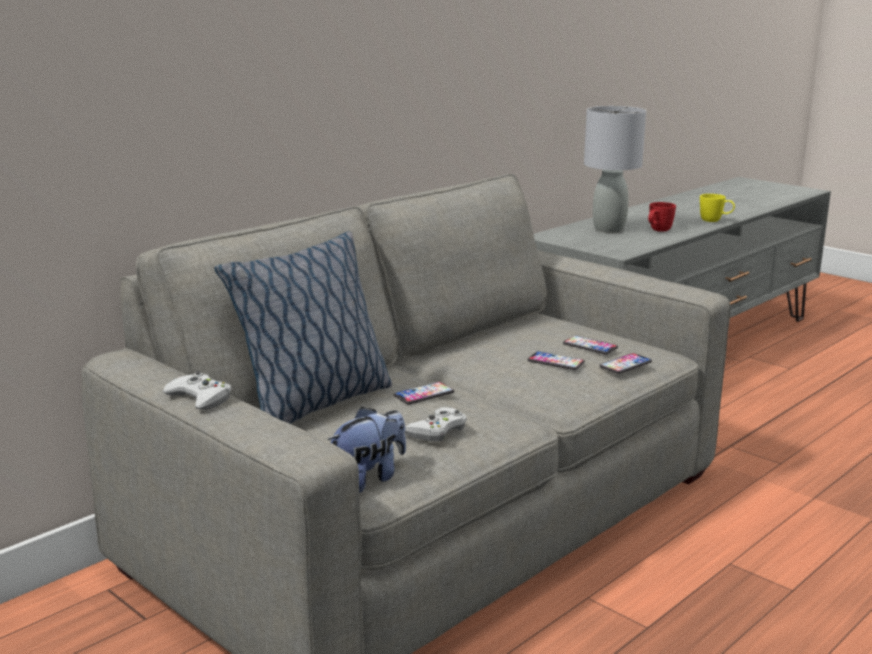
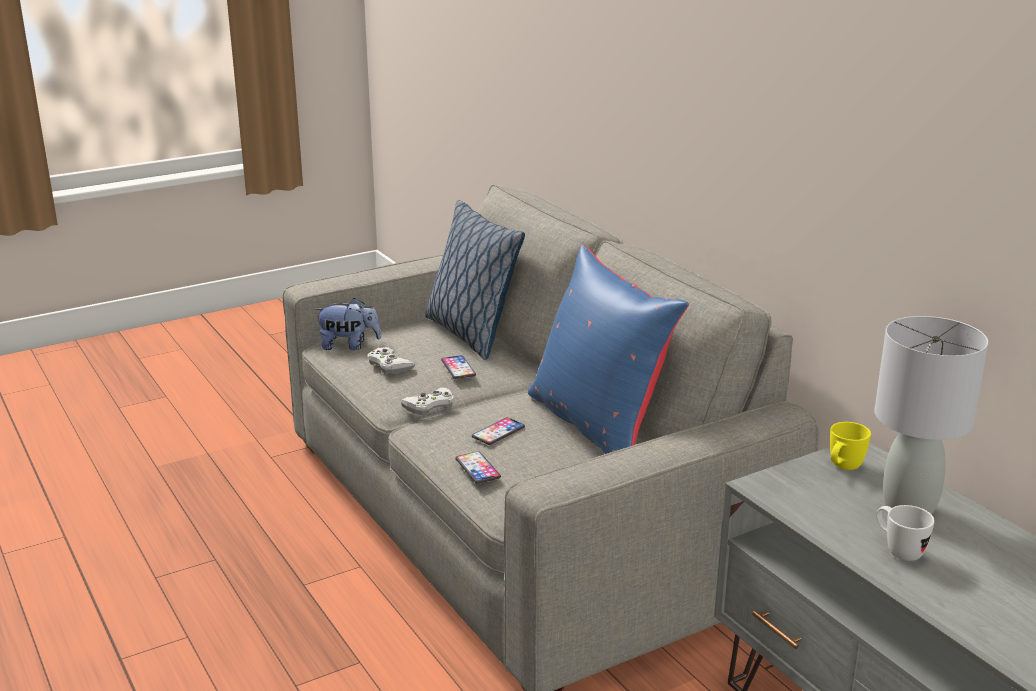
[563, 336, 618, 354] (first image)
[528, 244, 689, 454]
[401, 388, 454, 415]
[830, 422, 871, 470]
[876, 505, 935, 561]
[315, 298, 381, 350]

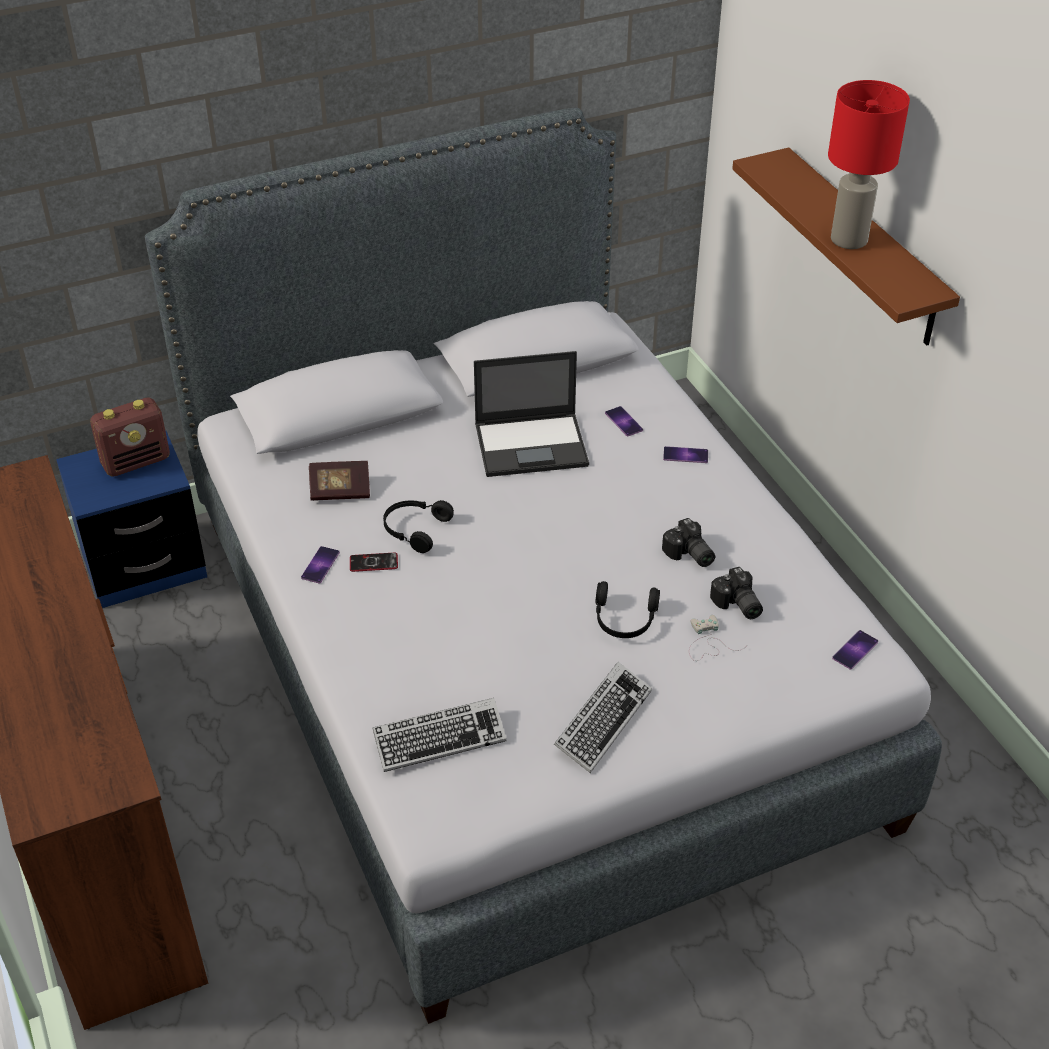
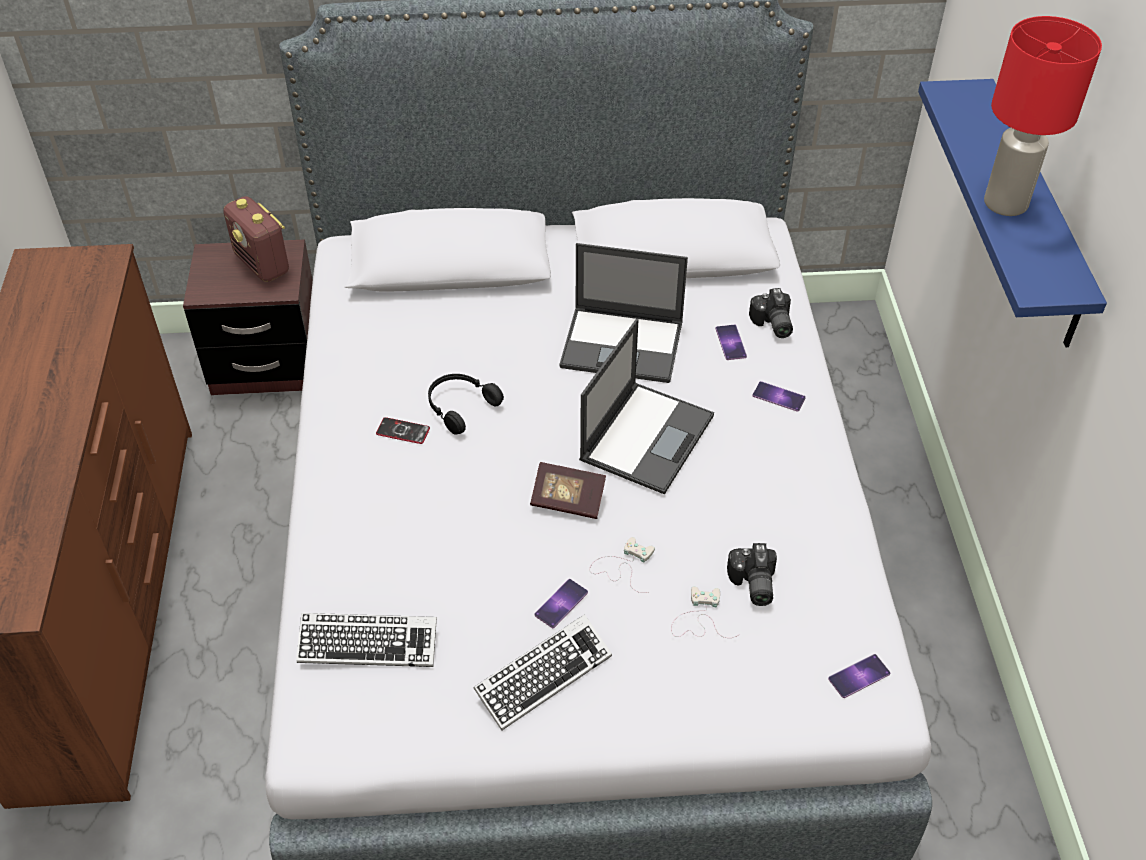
[579, 319, 714, 495]
[534, 579, 588, 628]
[530, 462, 606, 519]
[749, 288, 793, 338]
[589, 537, 655, 593]
[183, 239, 313, 395]
[918, 79, 1107, 347]
[223, 196, 289, 282]

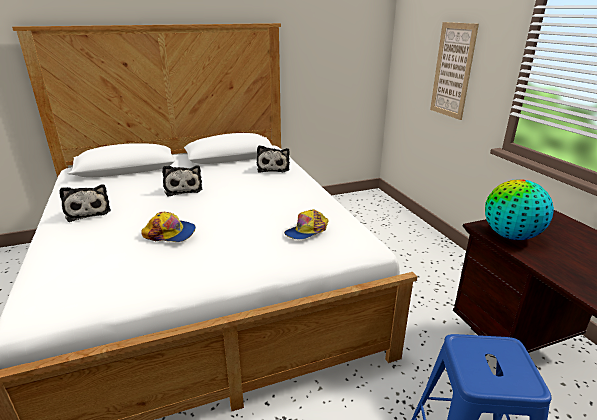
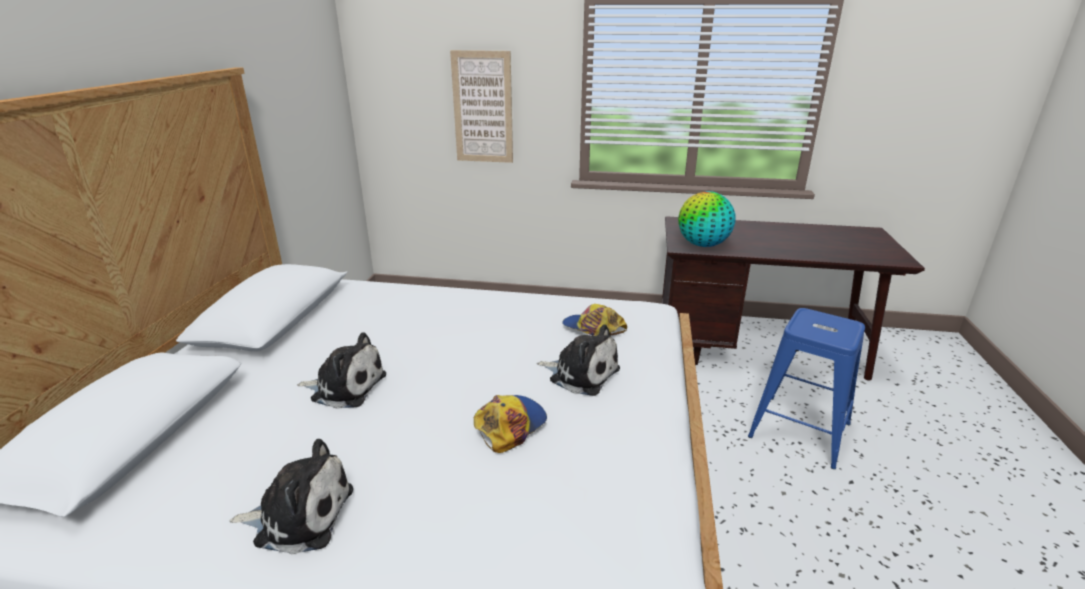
[537, 324, 620, 396]
[562, 304, 627, 336]

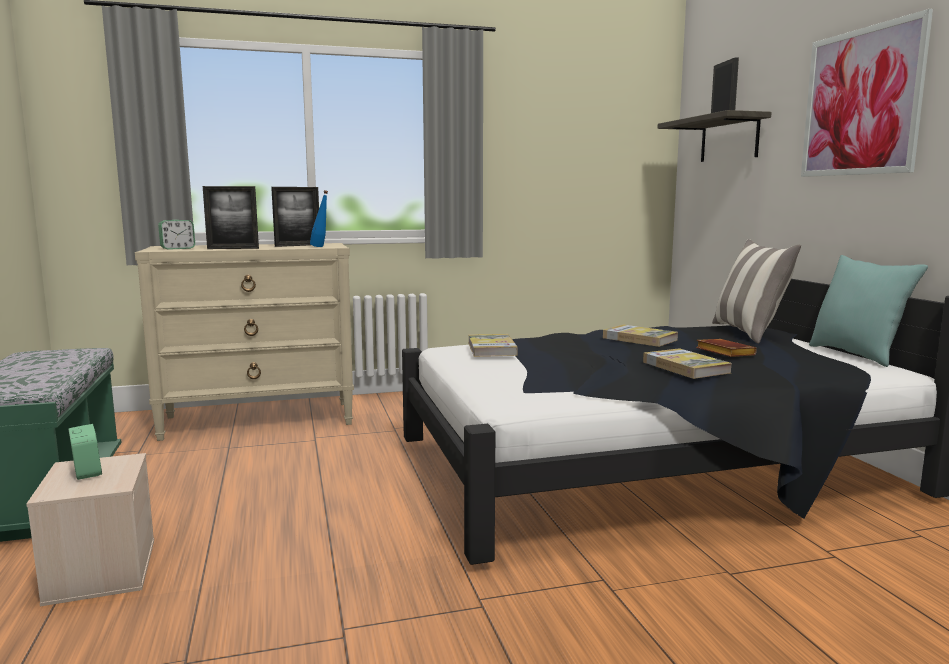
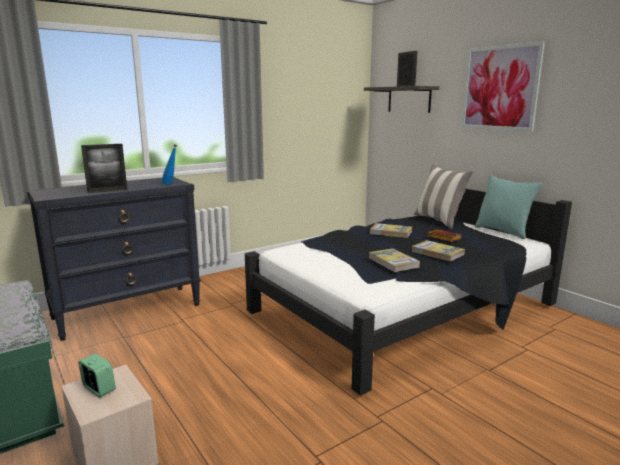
[158, 220, 195, 250] (first image)
[271, 187, 319, 247] (first image)
[369, 248, 420, 272]
[27, 177, 200, 341]

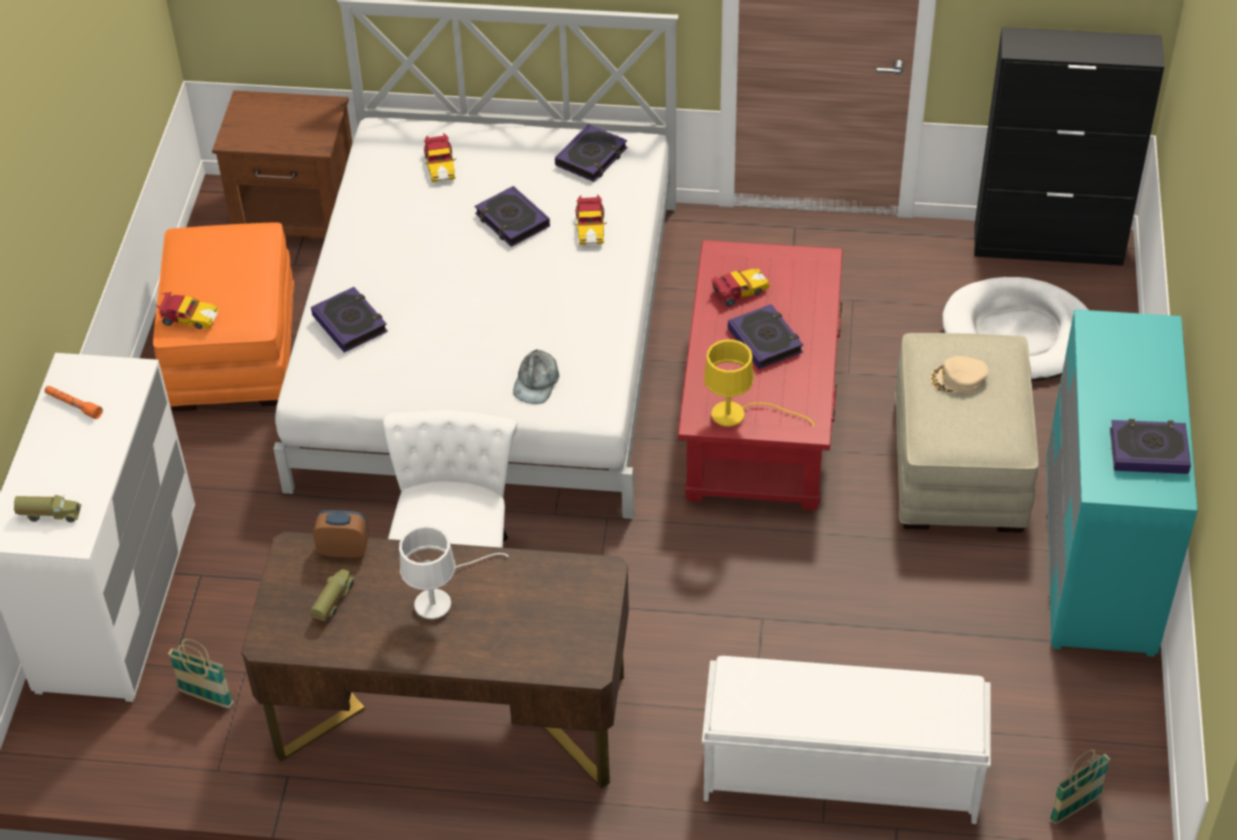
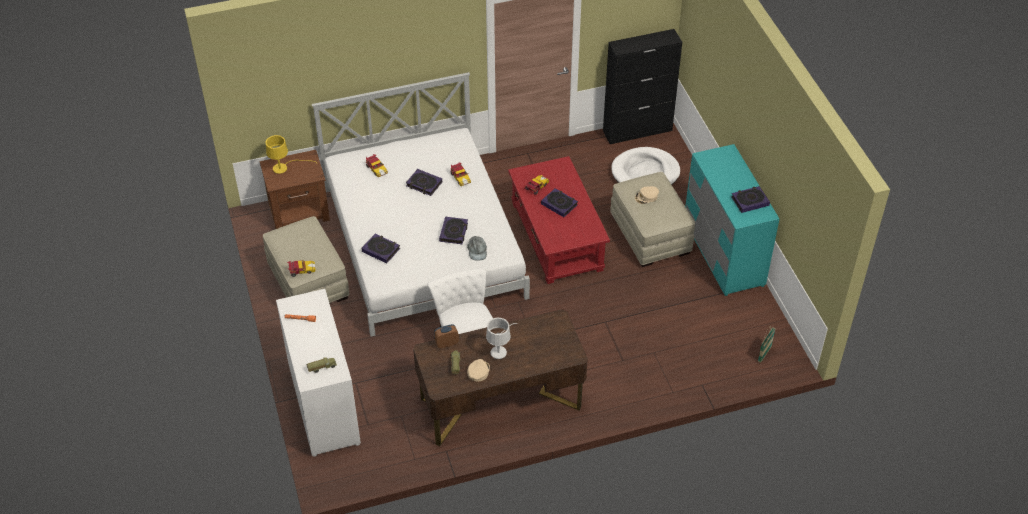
[168, 639, 234, 708] (first image)
[702, 656, 991, 824] (first image)
[467, 359, 490, 382]
[439, 217, 468, 244]
[265, 135, 317, 174]
[263, 216, 349, 303]

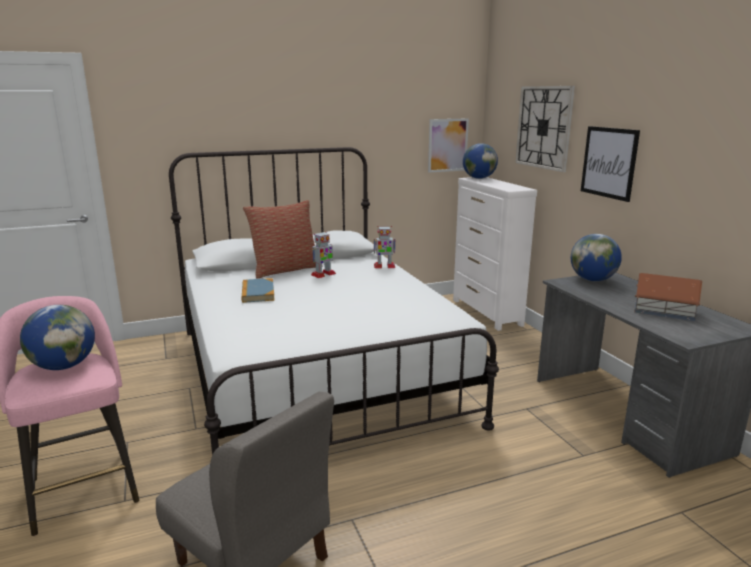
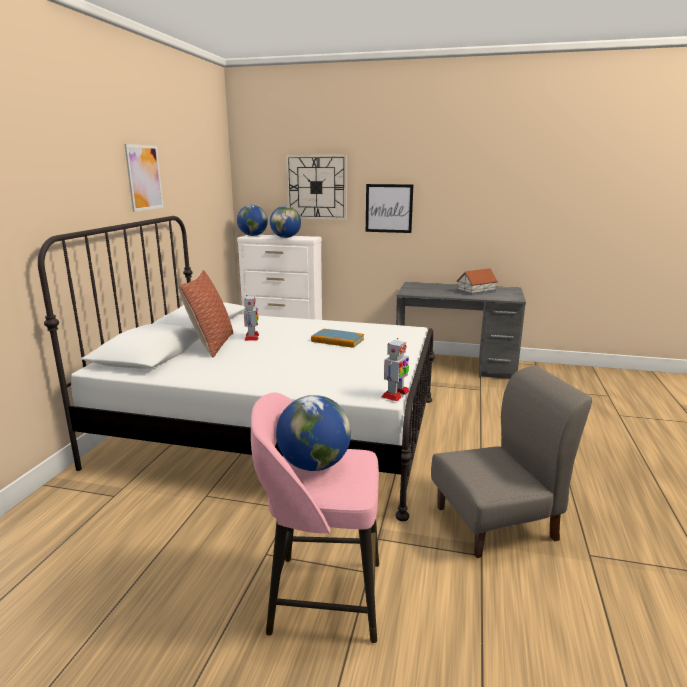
[311, 329, 364, 348]
[382, 338, 409, 401]
[124, 144, 164, 212]
[270, 206, 301, 238]

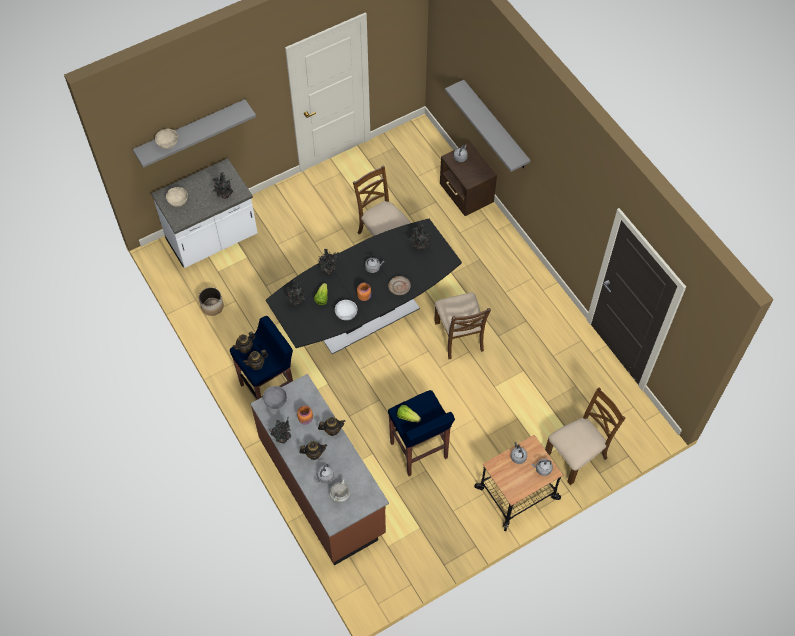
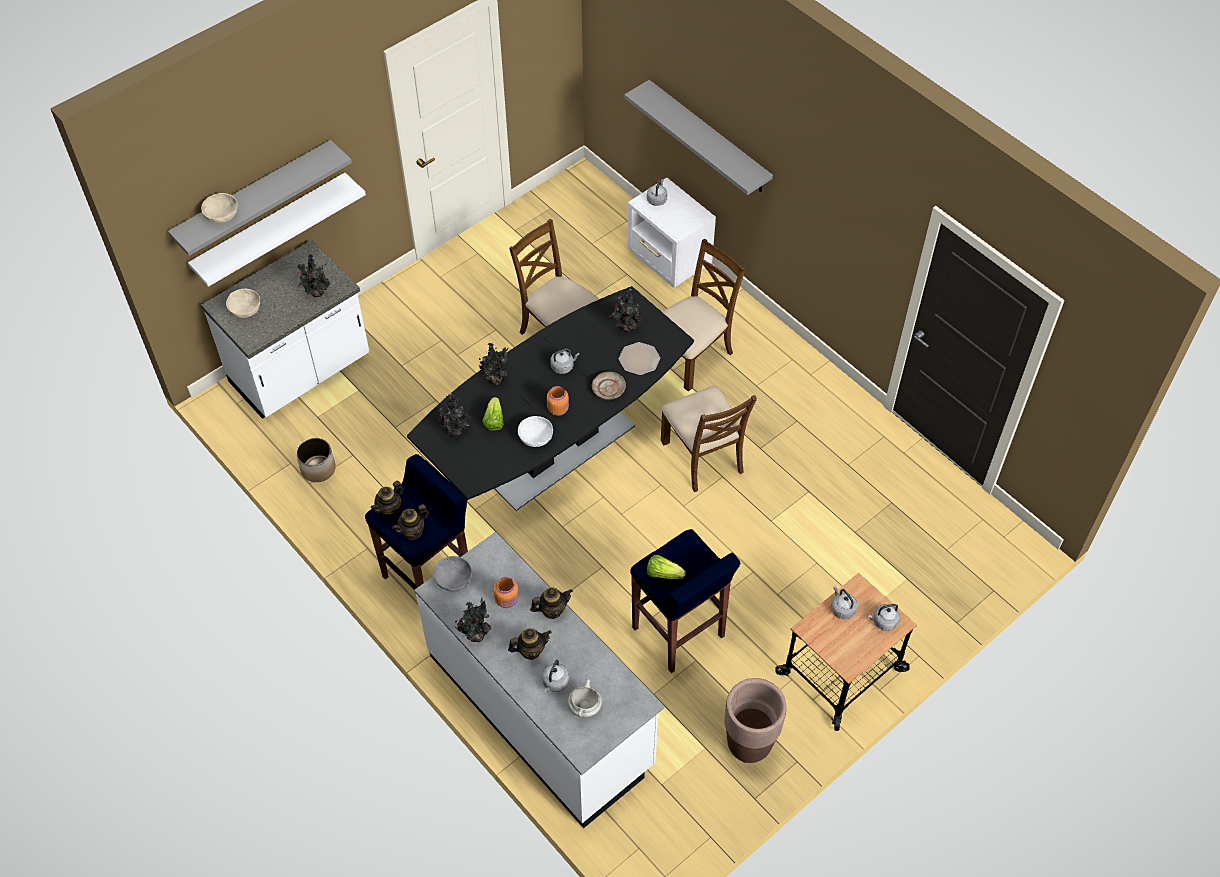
[188, 173, 366, 287]
[619, 342, 660, 375]
[724, 678, 787, 763]
[663, 239, 746, 392]
[414, 532, 664, 828]
[628, 178, 716, 288]

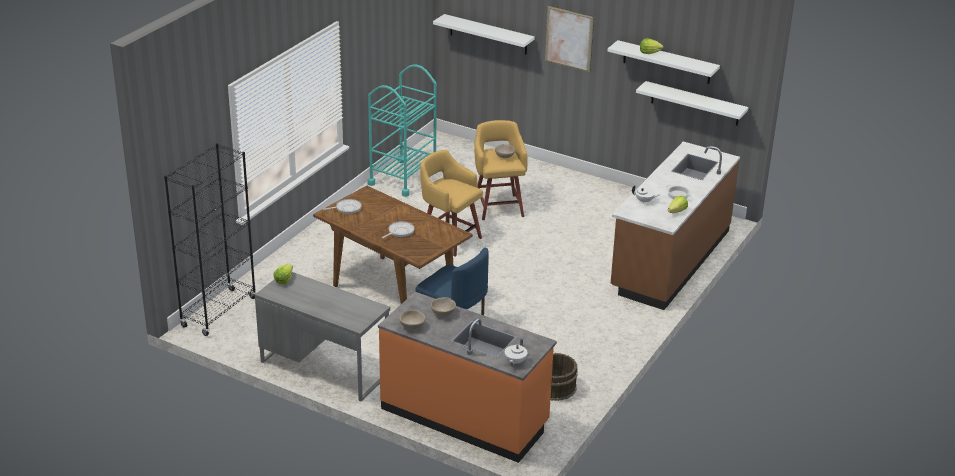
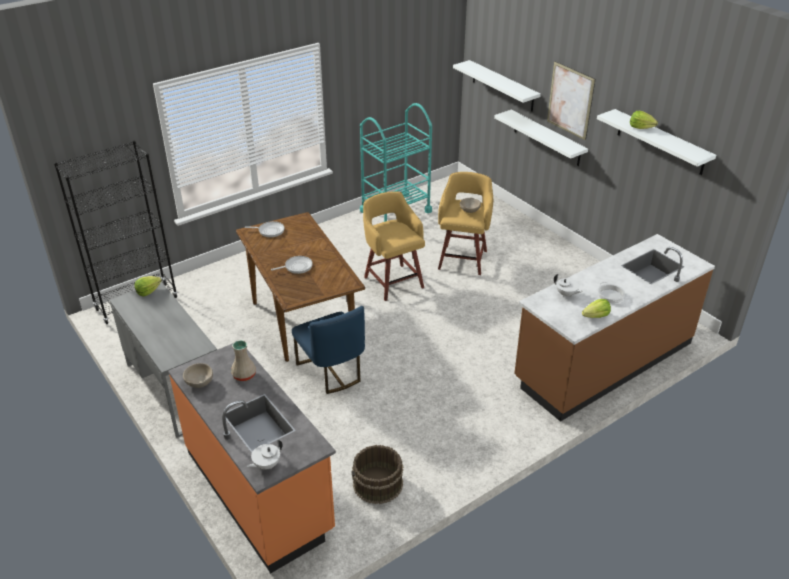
[494, 110, 588, 166]
[231, 340, 256, 381]

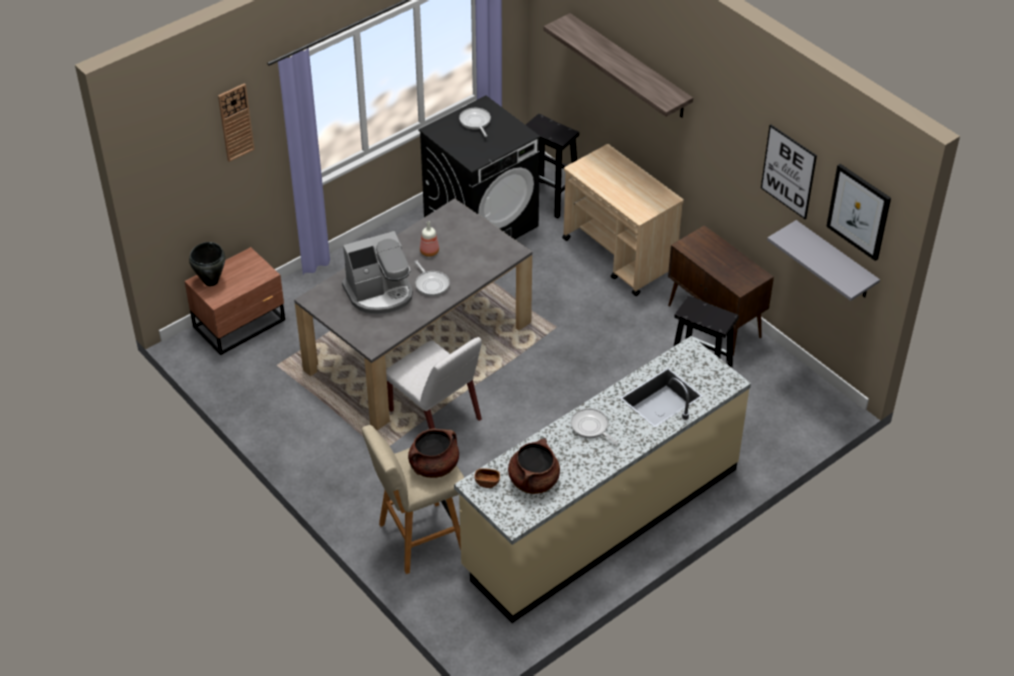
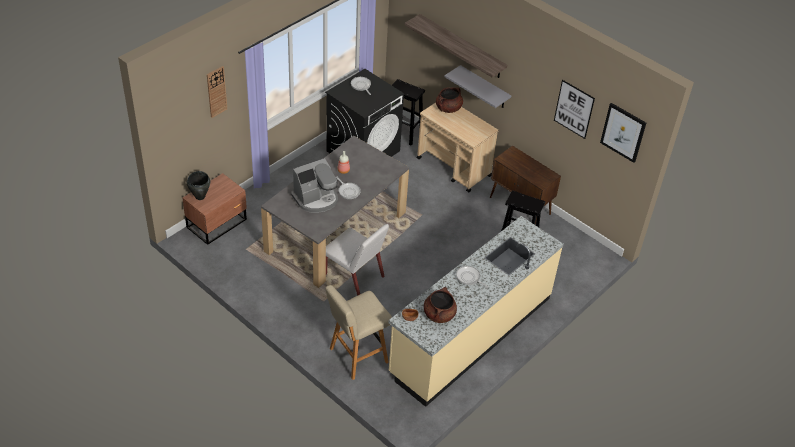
[436, 87, 463, 113]
[444, 65, 511, 108]

